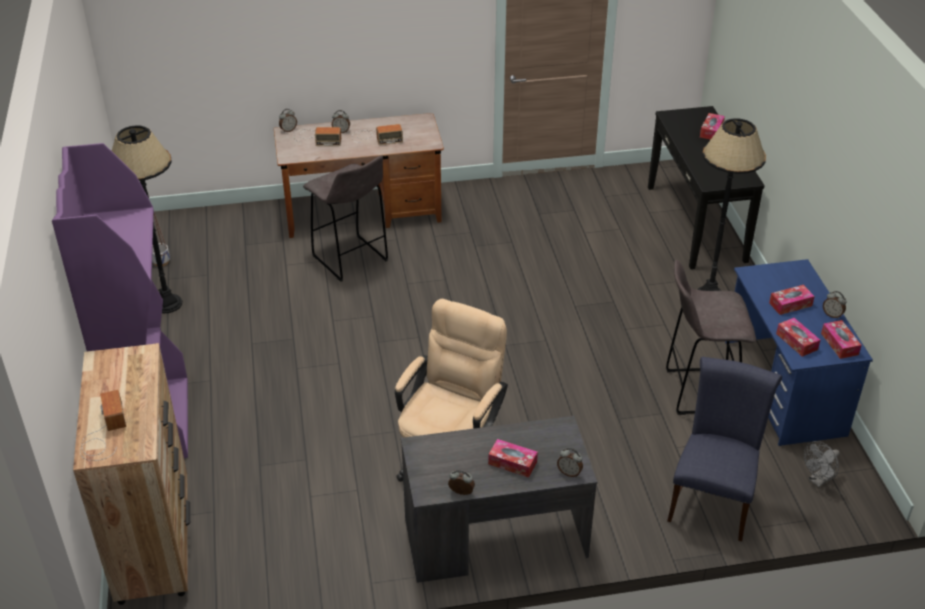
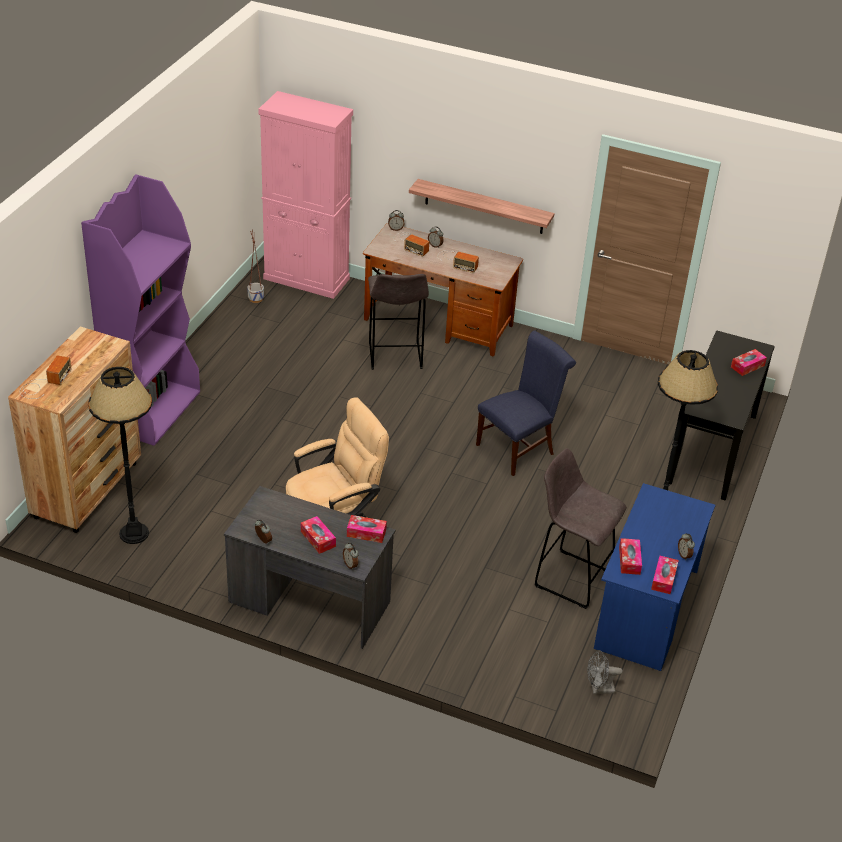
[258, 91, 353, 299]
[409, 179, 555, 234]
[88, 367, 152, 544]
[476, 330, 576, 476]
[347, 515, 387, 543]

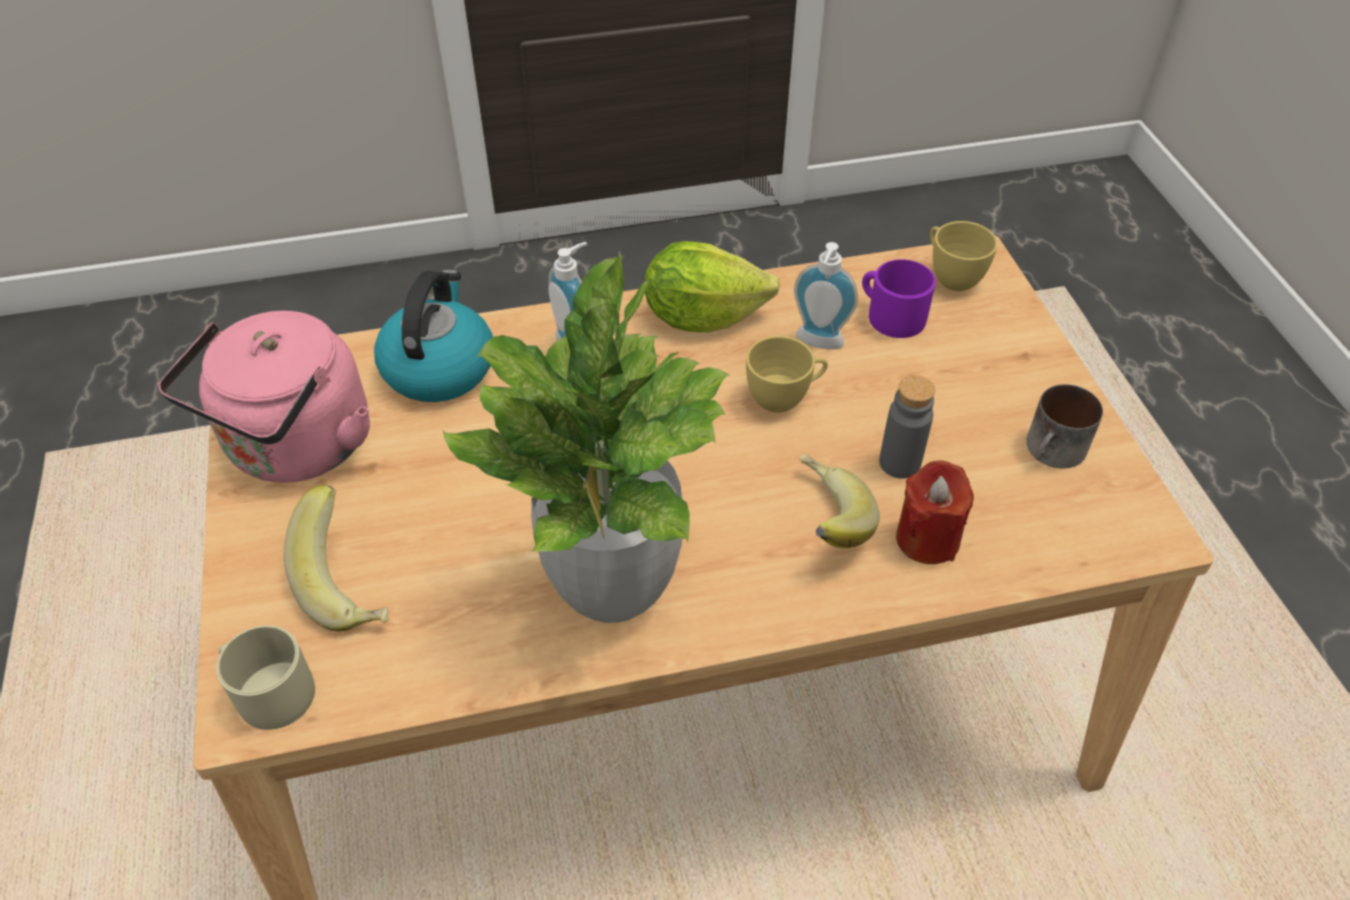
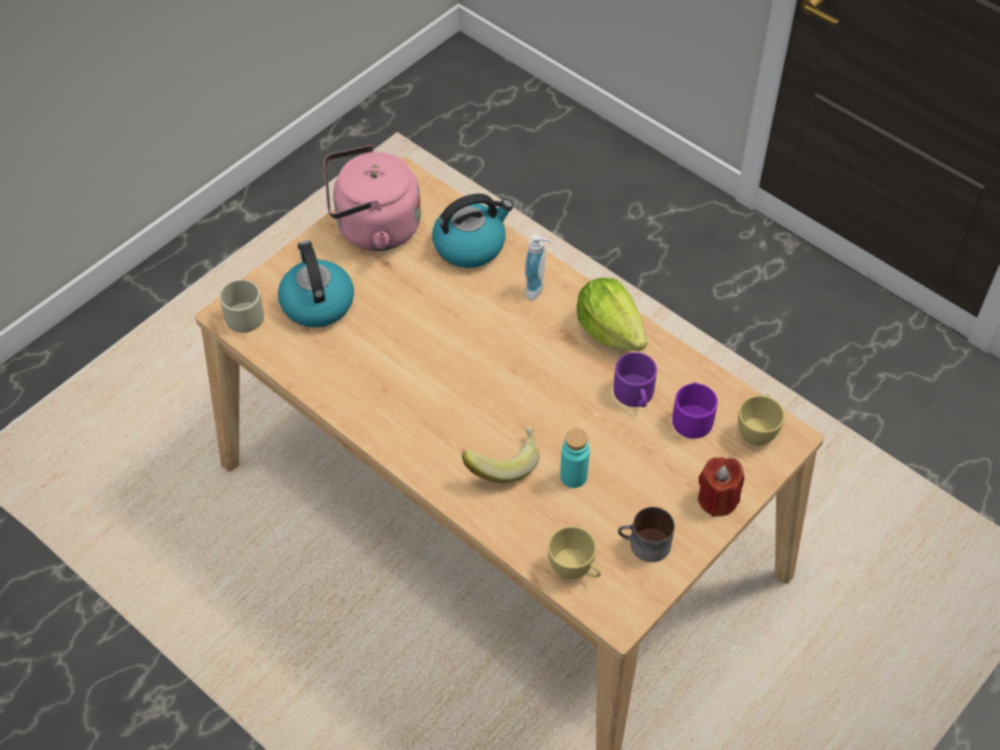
[443, 250, 730, 623] (first image)
[548, 526, 601, 579]
[698, 457, 744, 517]
[278, 241, 354, 328]
[613, 352, 657, 407]
[560, 428, 590, 488]

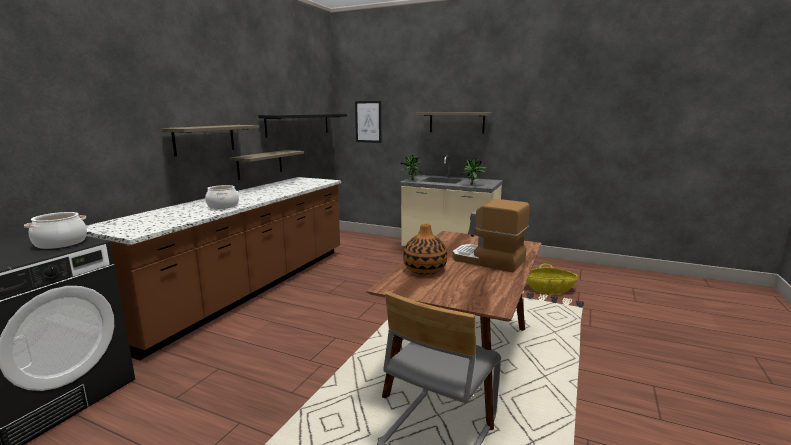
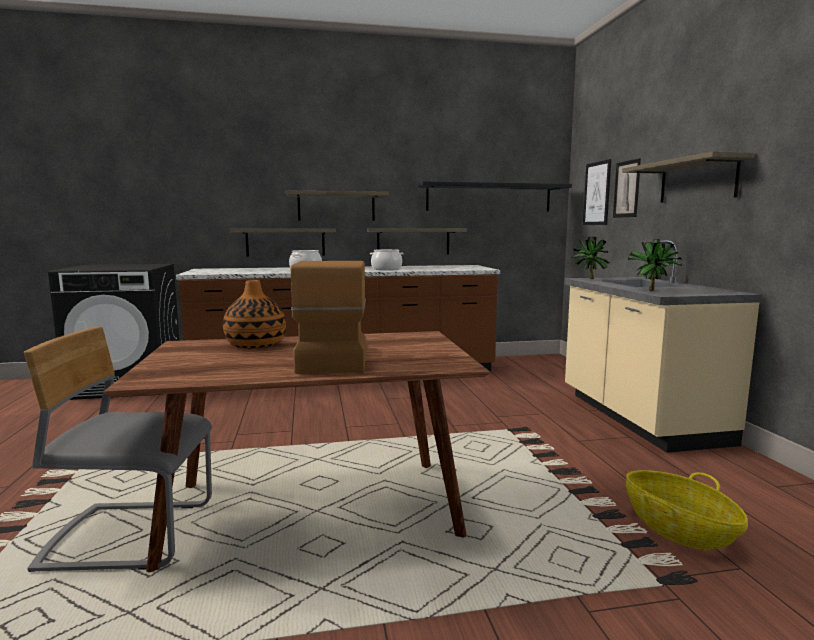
[230, 229, 336, 256]
[613, 158, 641, 218]
[370, 249, 404, 270]

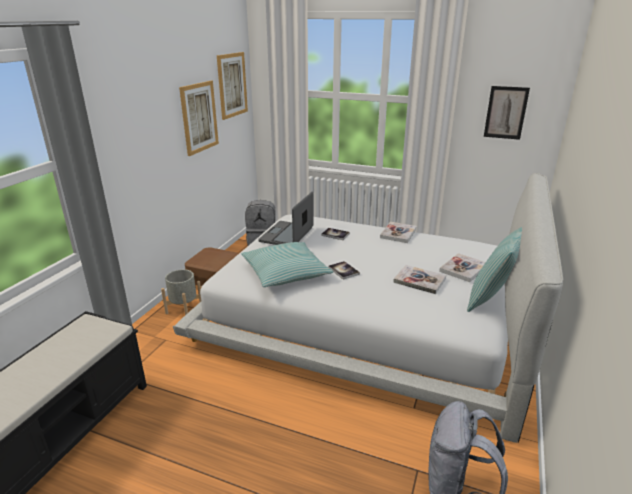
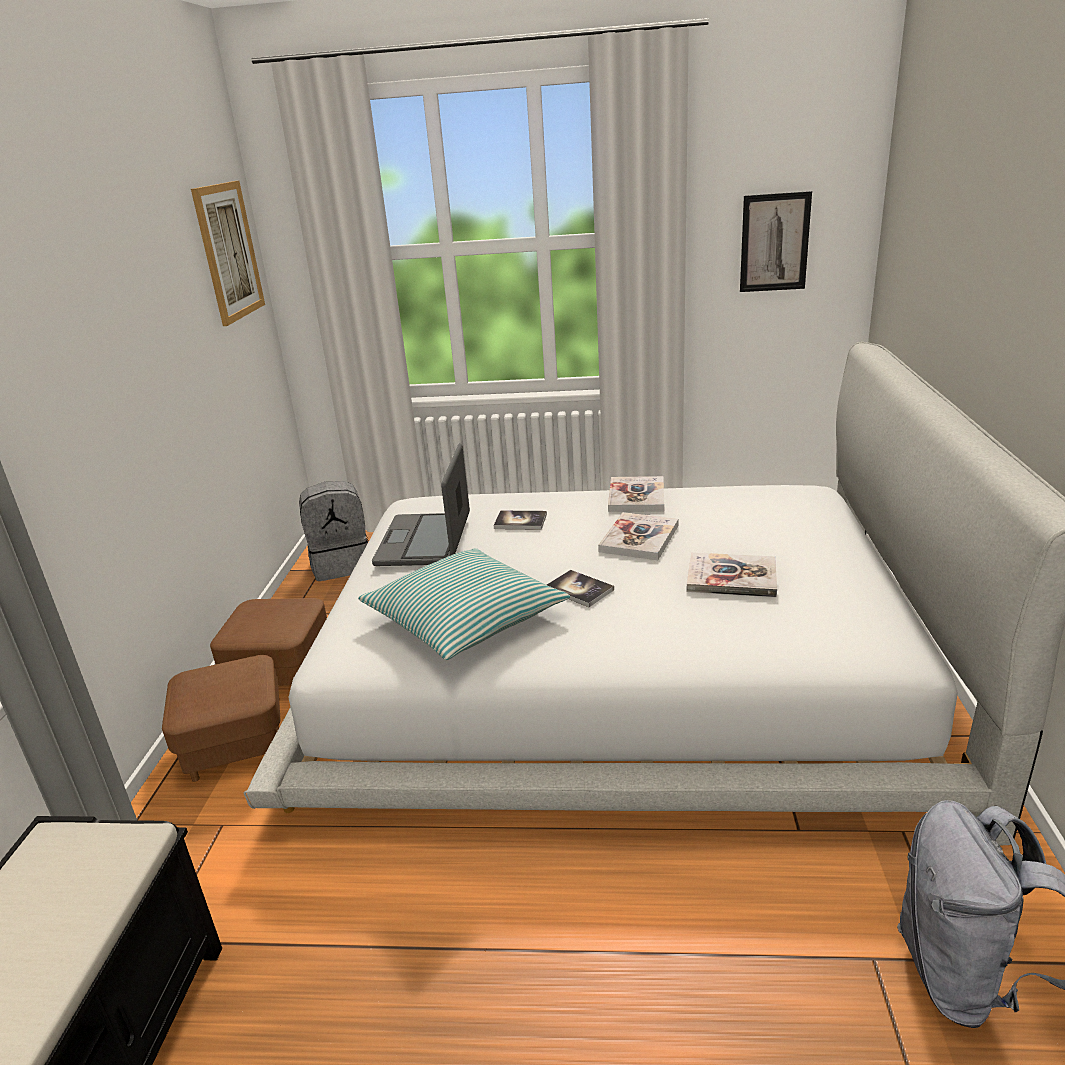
[179, 81, 219, 156] (first image)
[467, 227, 522, 312] (first image)
[598, 512, 678, 560]
[162, 655, 280, 782]

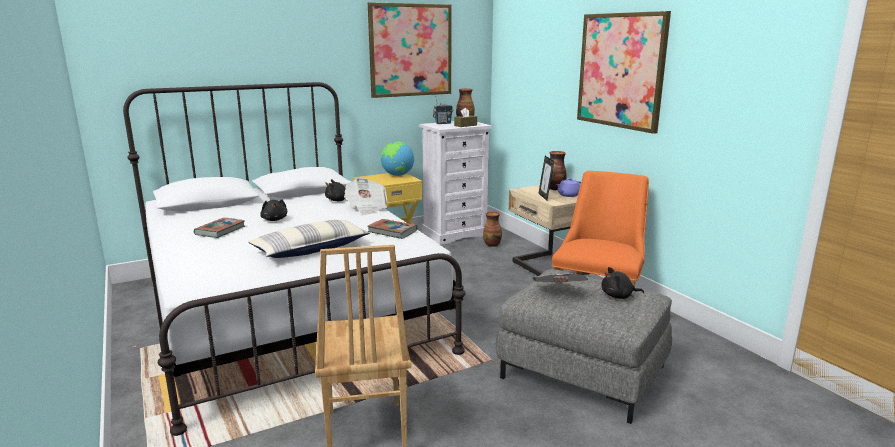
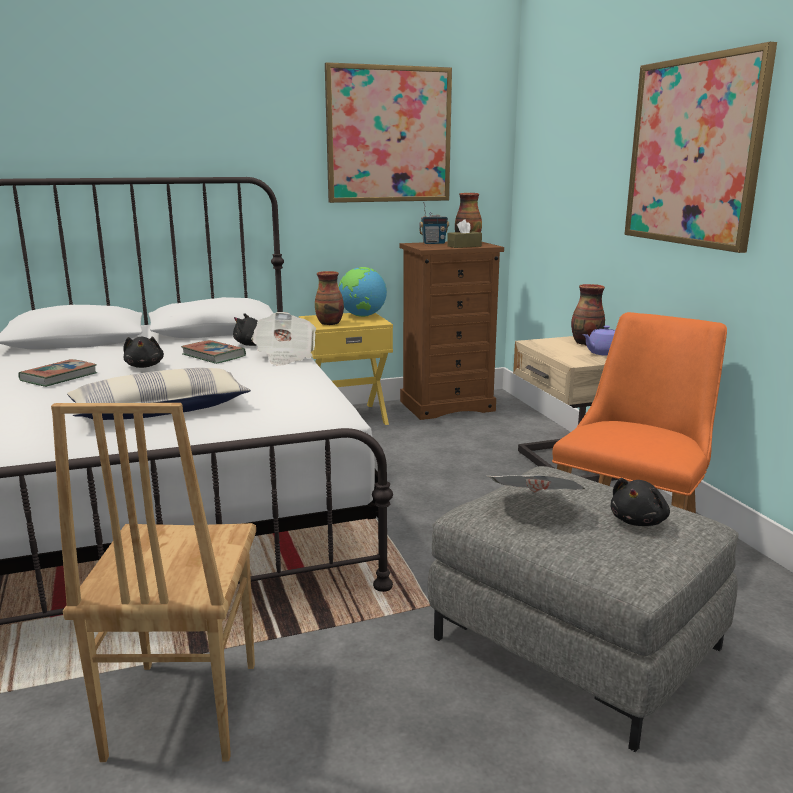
[538, 156, 554, 201] (first image)
[181, 340, 246, 364]
[315, 271, 344, 325]
[399, 242, 504, 420]
[610, 478, 670, 526]

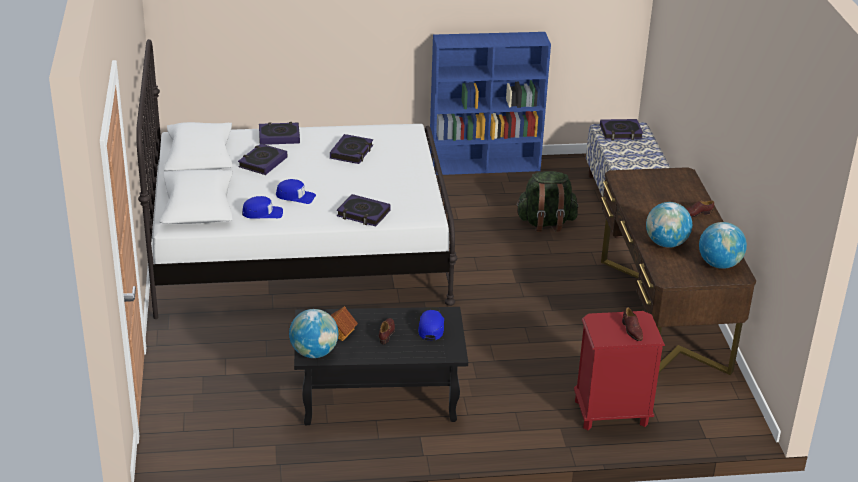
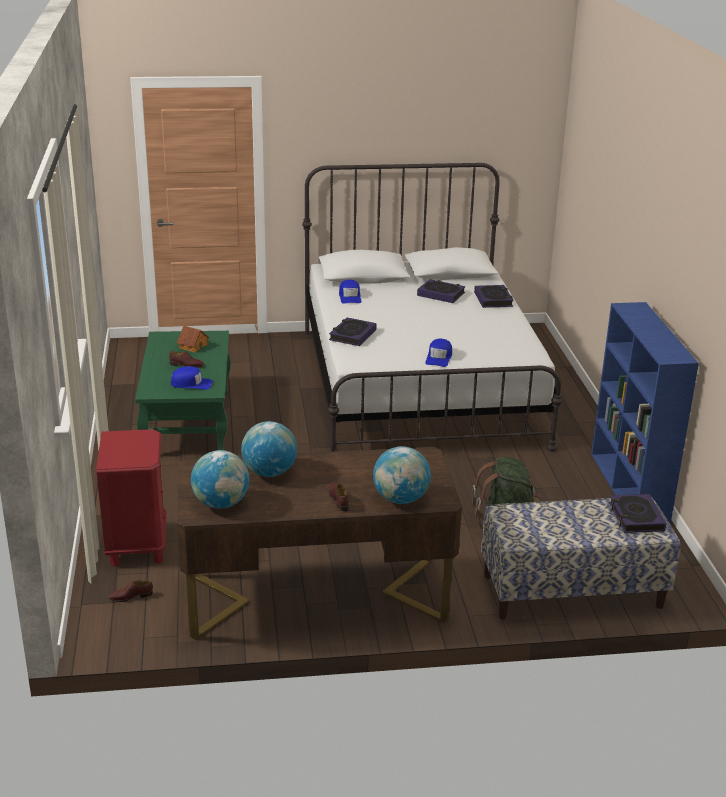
[330, 134, 373, 164] (first image)
[425, 339, 452, 367]
[373, 446, 431, 504]
[109, 580, 153, 602]
[135, 331, 231, 450]

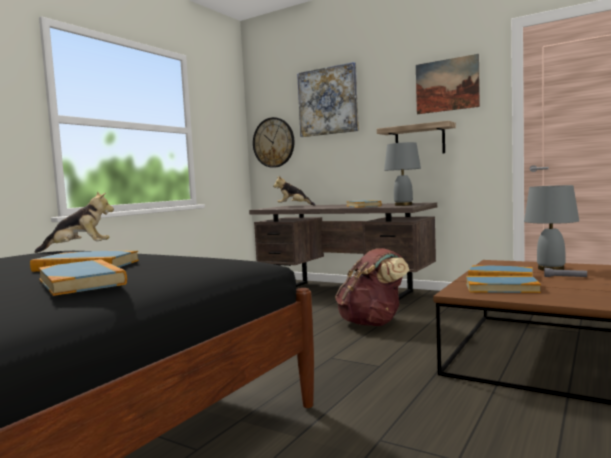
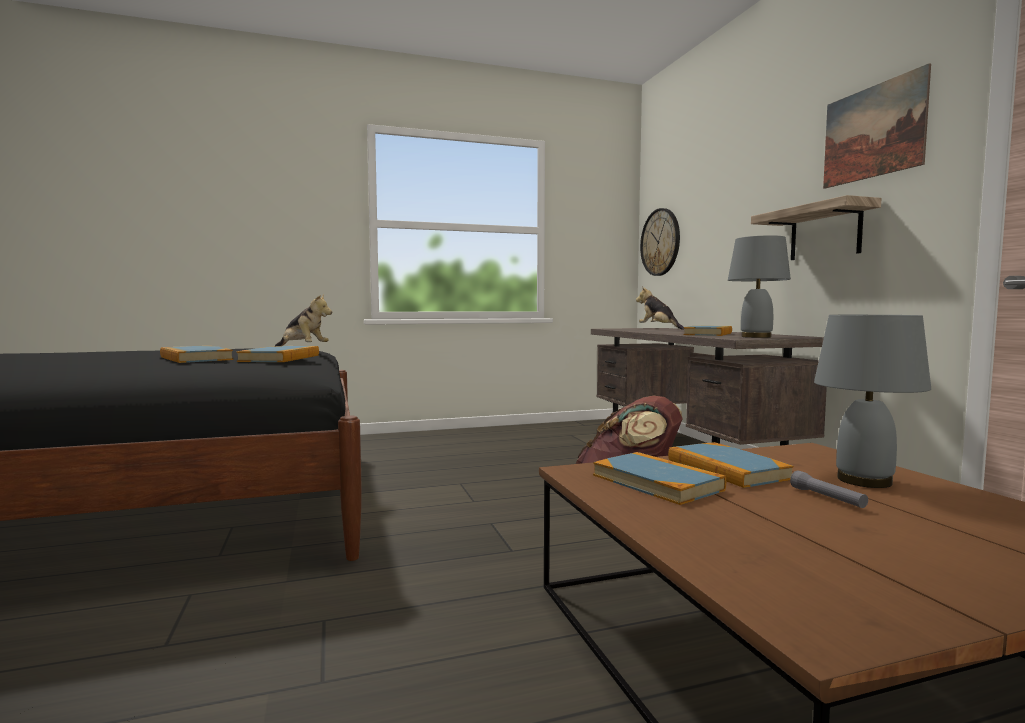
[297, 62, 359, 137] (first image)
[236, 346, 319, 362]

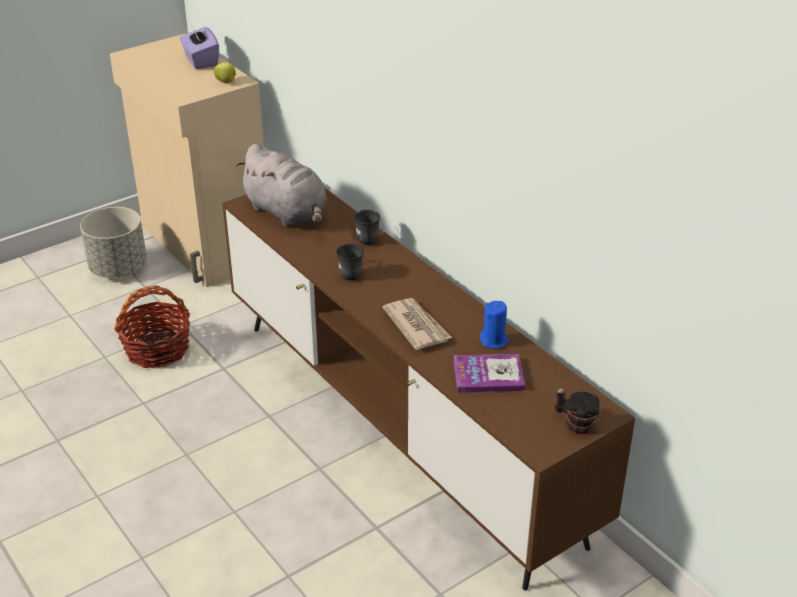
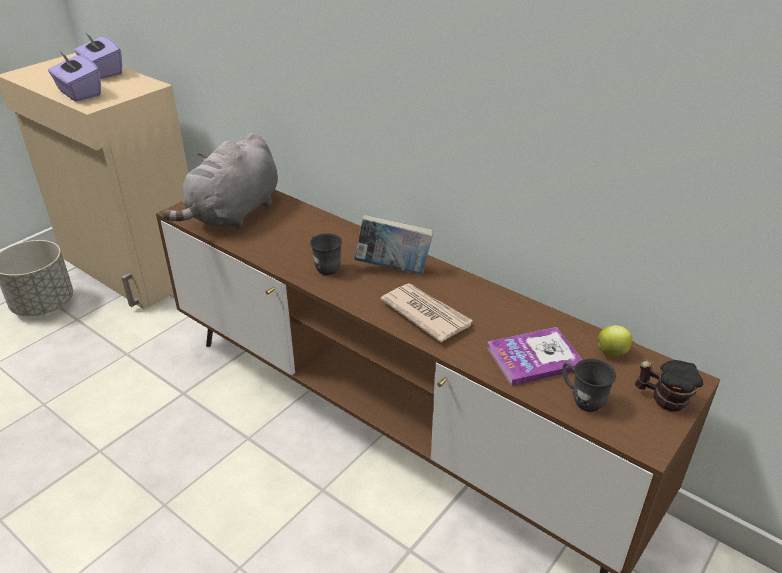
[114, 286, 190, 368] (first image)
[480, 301, 509, 349] (first image)
[48, 52, 101, 102]
[354, 215, 433, 274]
[597, 325, 634, 356]
[562, 359, 616, 412]
[162, 133, 278, 229]

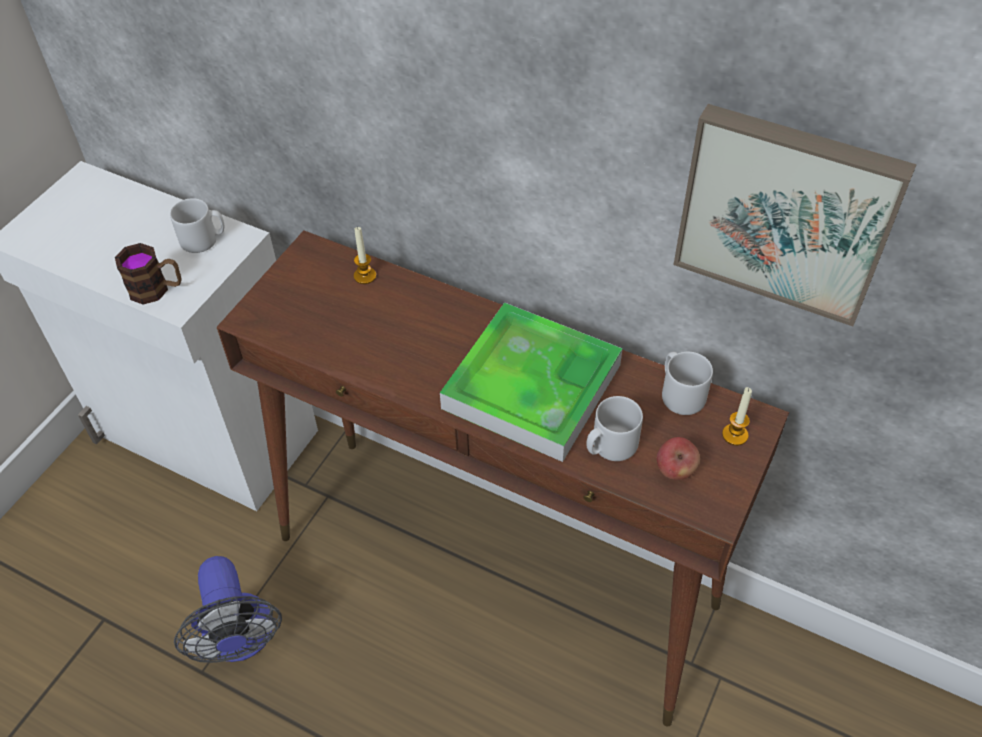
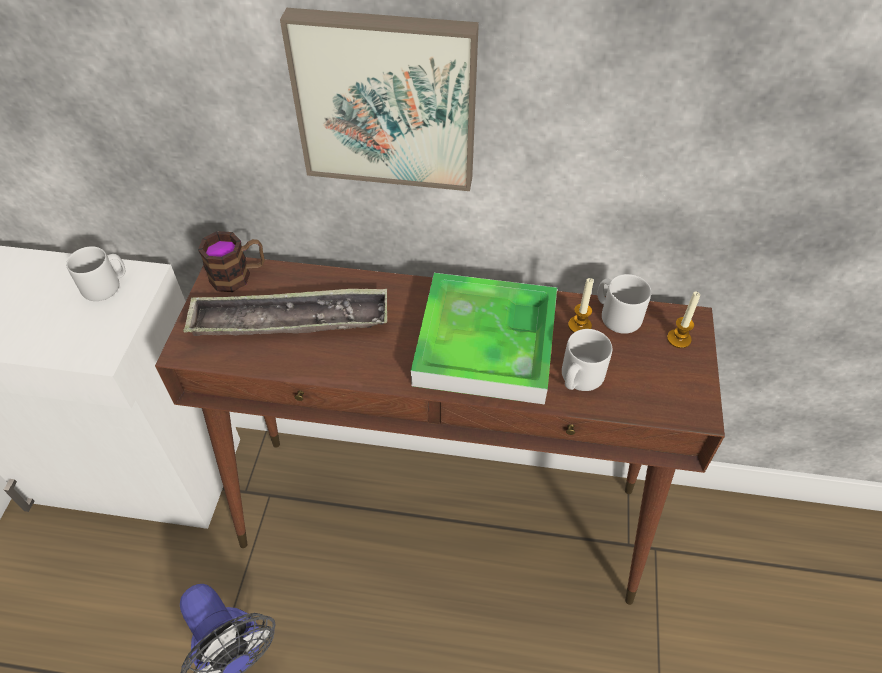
[657, 437, 700, 480] (first image)
[183, 288, 387, 336]
[198, 231, 264, 292]
[568, 278, 594, 333]
[280, 8, 479, 191]

